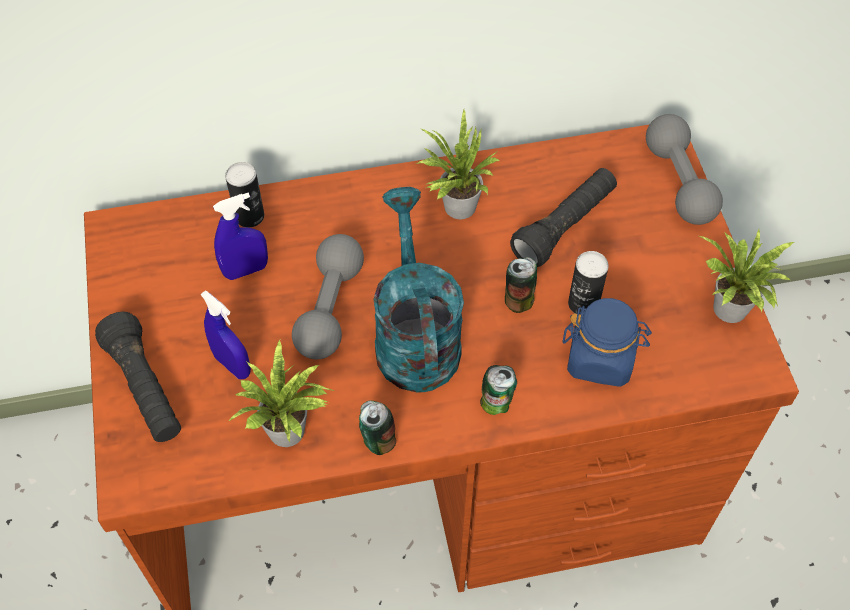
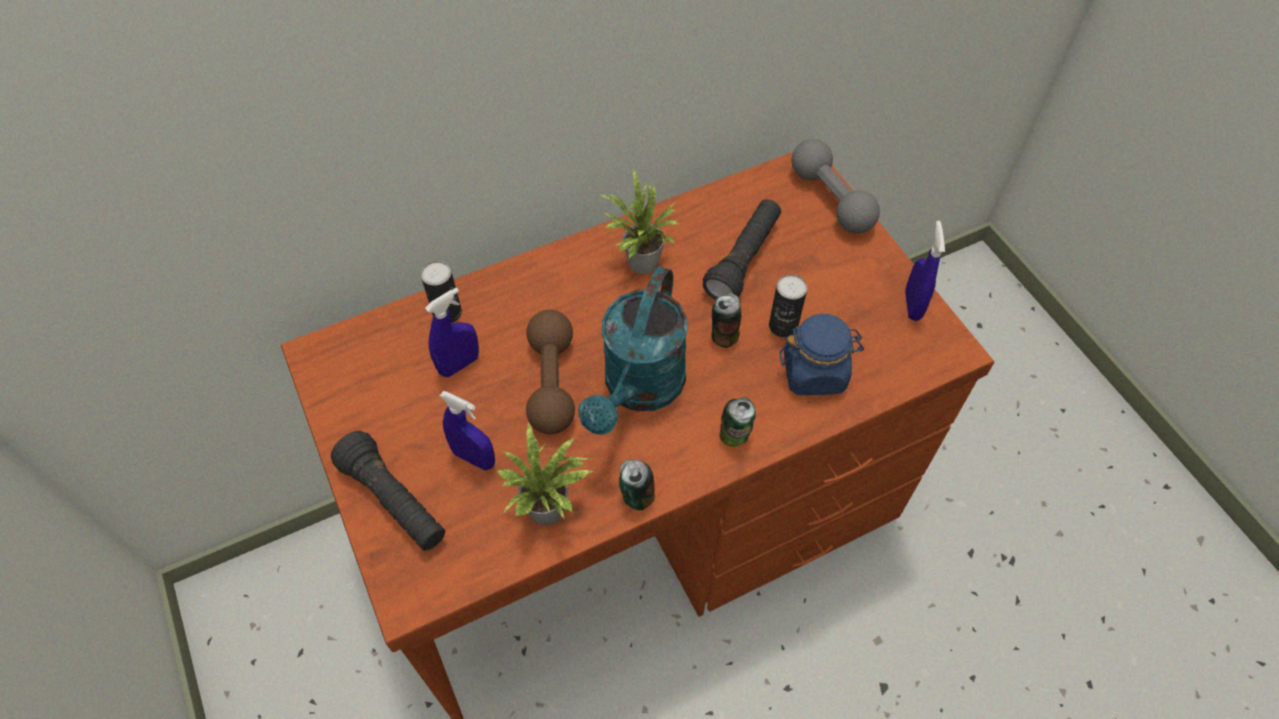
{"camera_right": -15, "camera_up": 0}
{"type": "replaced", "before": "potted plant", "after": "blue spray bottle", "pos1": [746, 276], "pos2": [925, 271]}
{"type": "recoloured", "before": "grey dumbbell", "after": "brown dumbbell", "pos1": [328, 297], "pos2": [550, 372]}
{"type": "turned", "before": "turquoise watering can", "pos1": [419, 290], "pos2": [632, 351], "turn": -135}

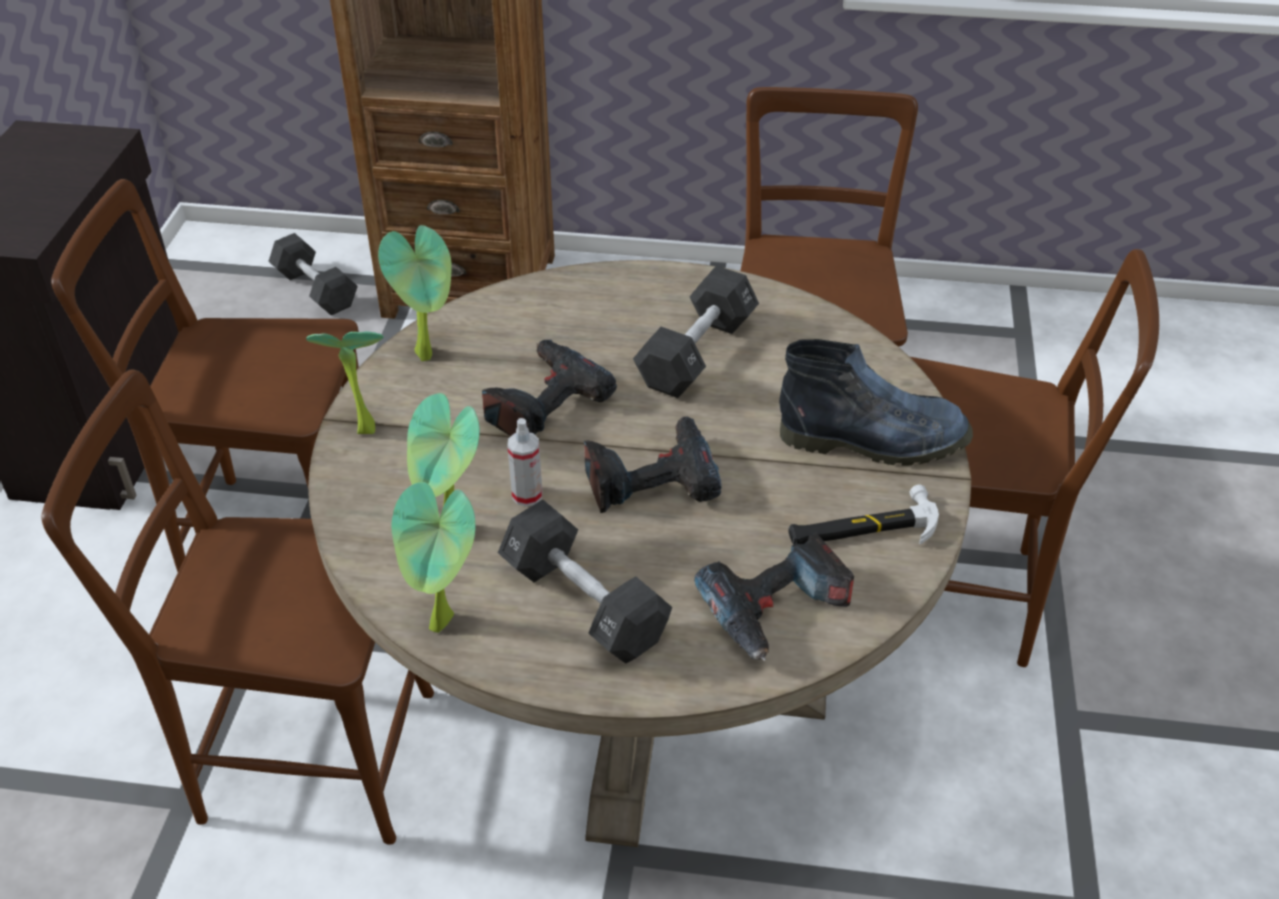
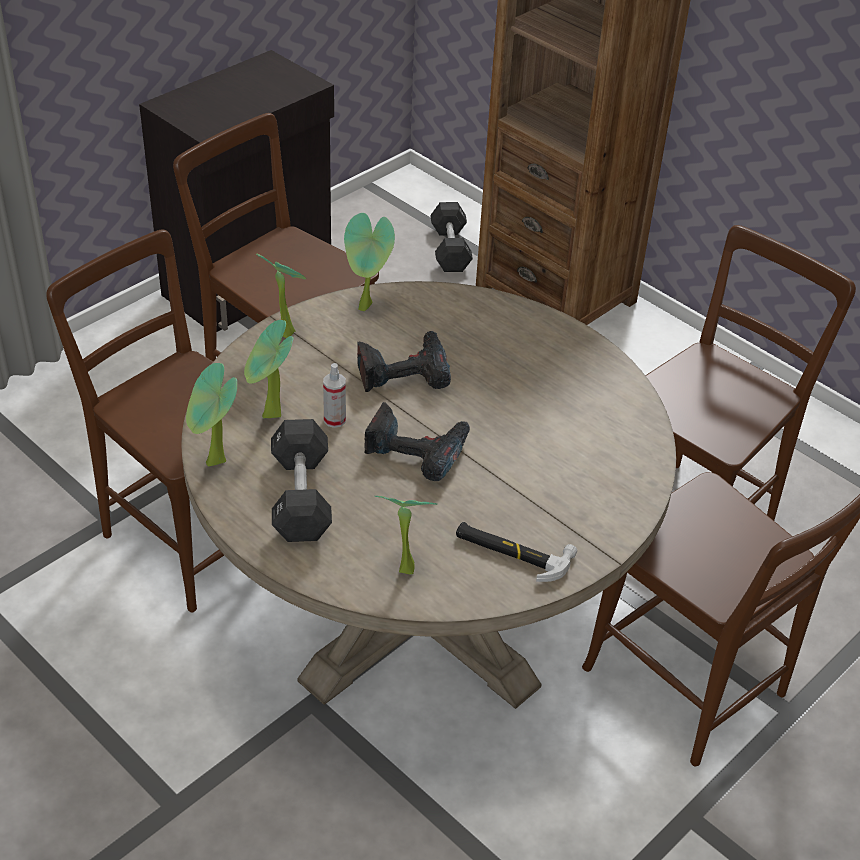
{"camera_right": 35, "camera_up": 0}
{"type": "removed", "before": "black dumbbell", "pos1": [696, 332]}
{"type": "removed", "before": "boot", "pos1": [876, 402]}
{"type": "replaced", "before": "power drill", "after": "potted plant", "pos1": [774, 596], "pos2": [406, 535]}

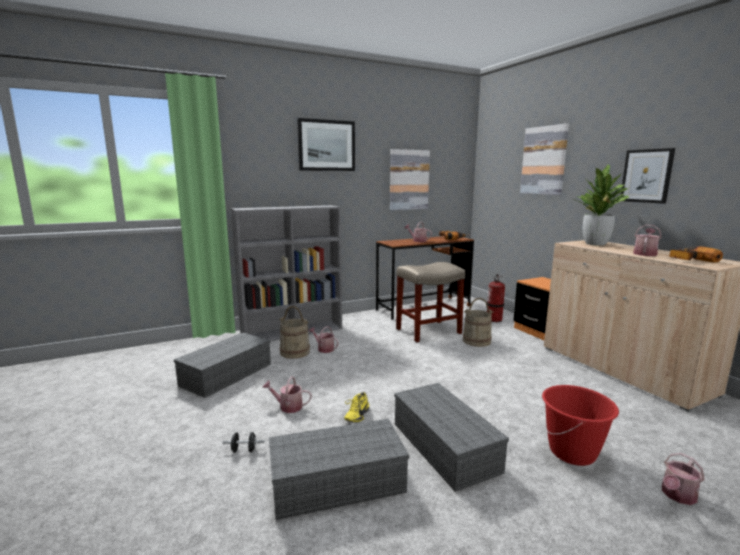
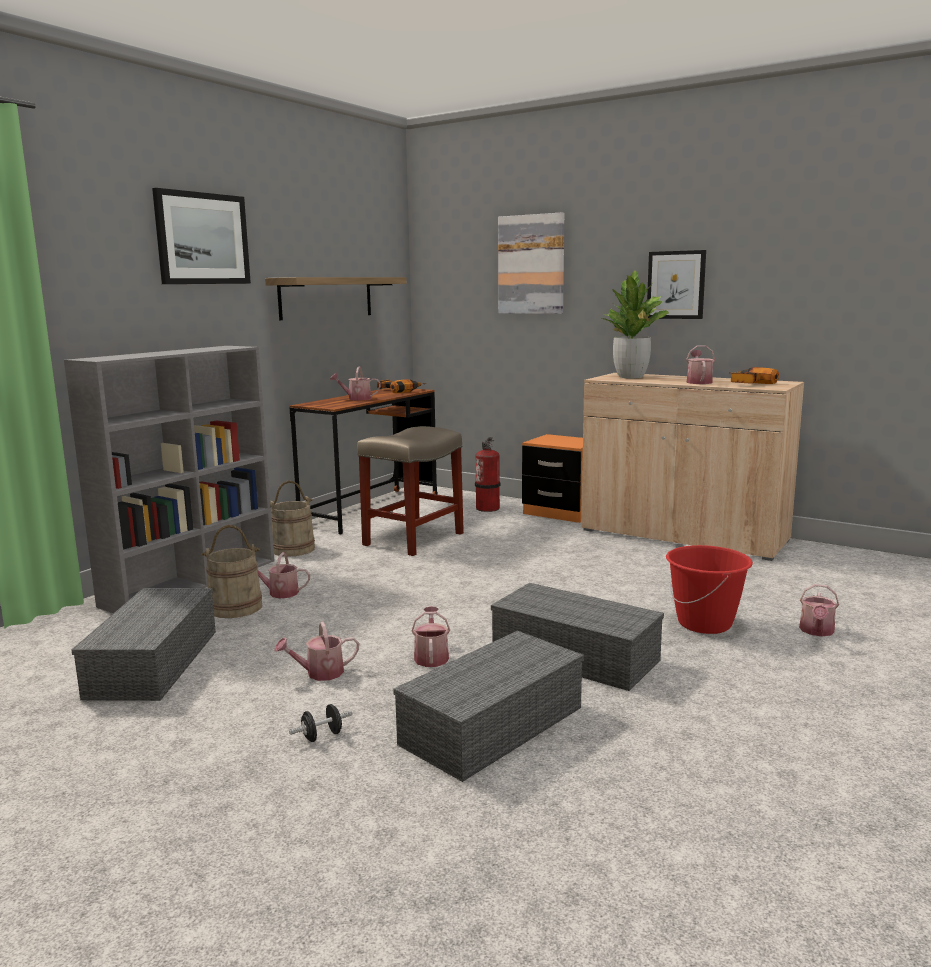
{"camera_right": -30, "camera_up": 0}
{"type": "moved", "before": "beige bucket", "pos1": [478, 322], "pos2": [292, 518]}
{"type": "replaced", "before": "yellow shoe", "after": "watering can", "pos1": [356, 407], "pos2": [430, 636]}
{"type": "replaced", "before": "picture", "after": "shelf", "pos1": [410, 179], "pos2": [336, 298]}

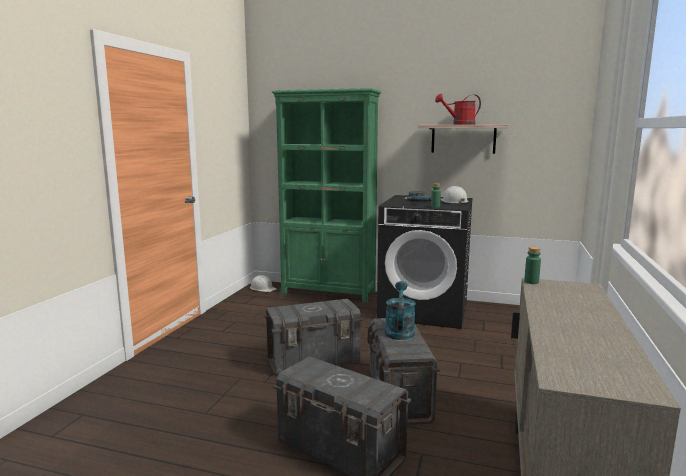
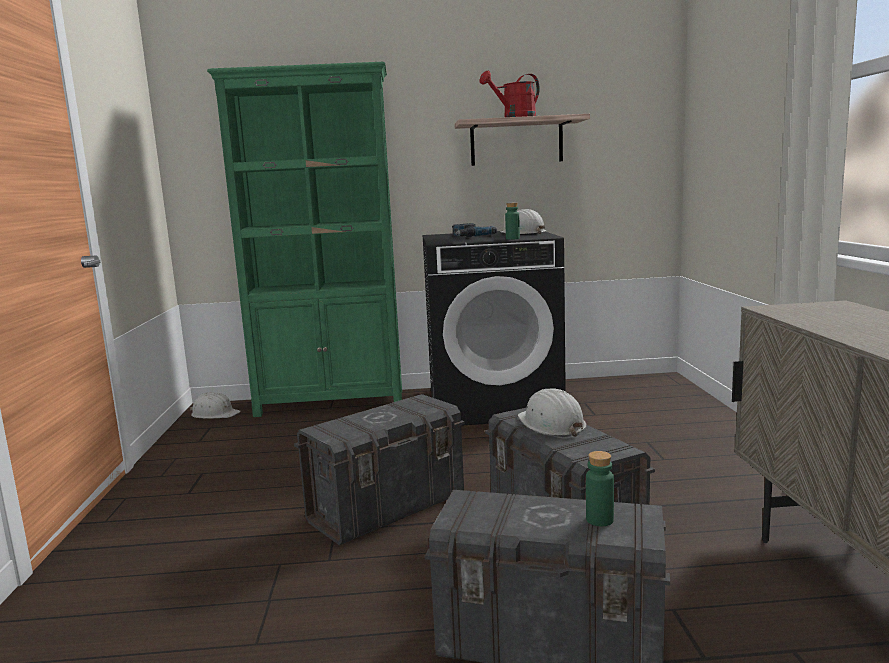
{"camera_right": -20, "camera_up": 0}
{"type": "moved", "before": "green bottle", "pos1": [532, 265], "pos2": [600, 488]}
{"type": "replaced", "before": "turquoise watering can", "after": "white hard hat", "pos1": [400, 310], "pos2": [552, 412]}

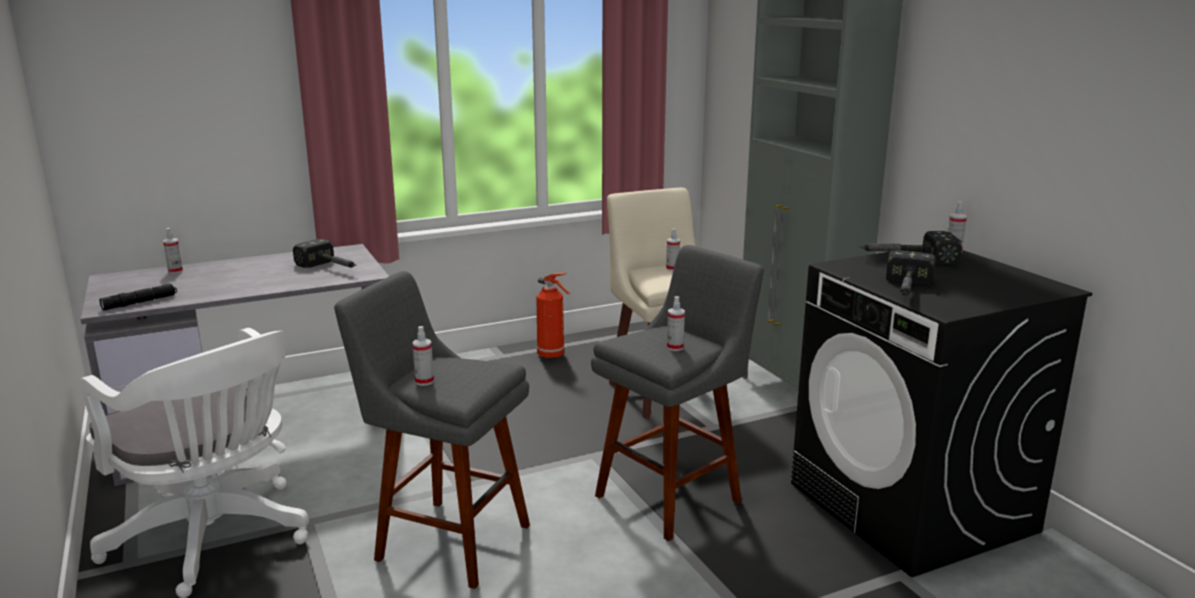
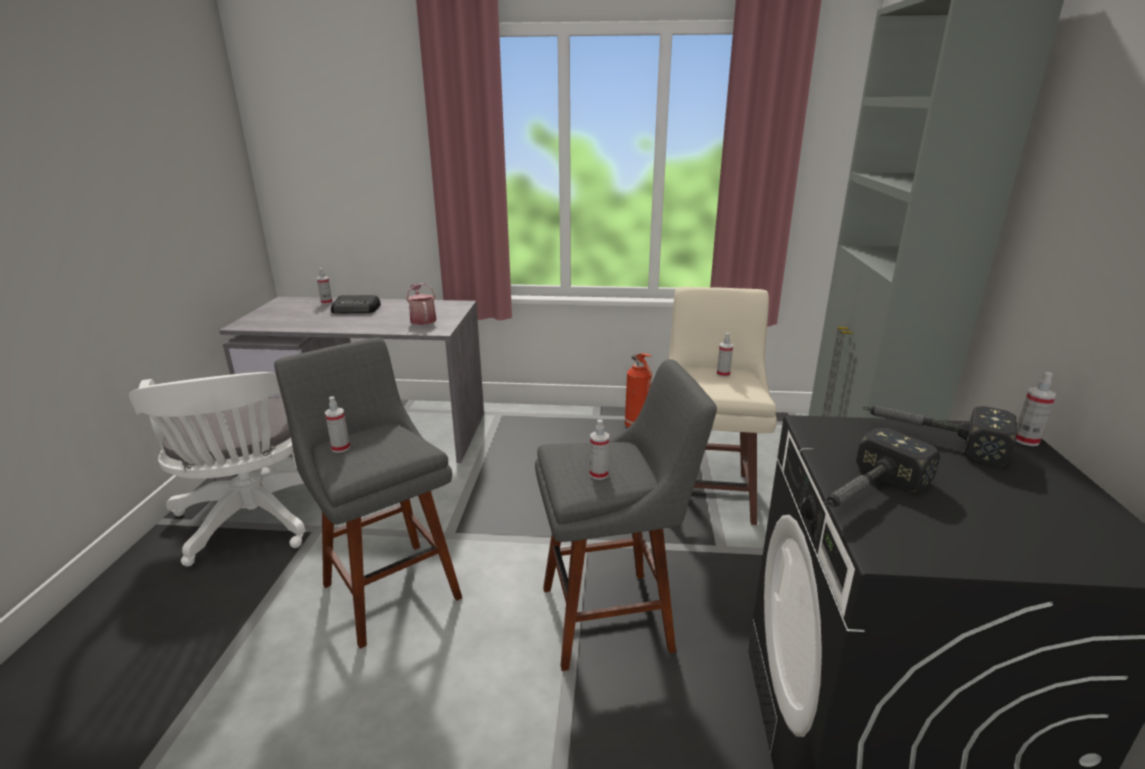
{"camera_right": 30, "camera_up": 5}
{"type": "removed", "before": "black flashlight", "pos1": [138, 297]}
{"type": "added", "after": "radio", "pos2": [356, 304]}
{"type": "replaced", "before": "hammer", "after": "watering can", "pos1": [325, 253], "pos2": [421, 304]}

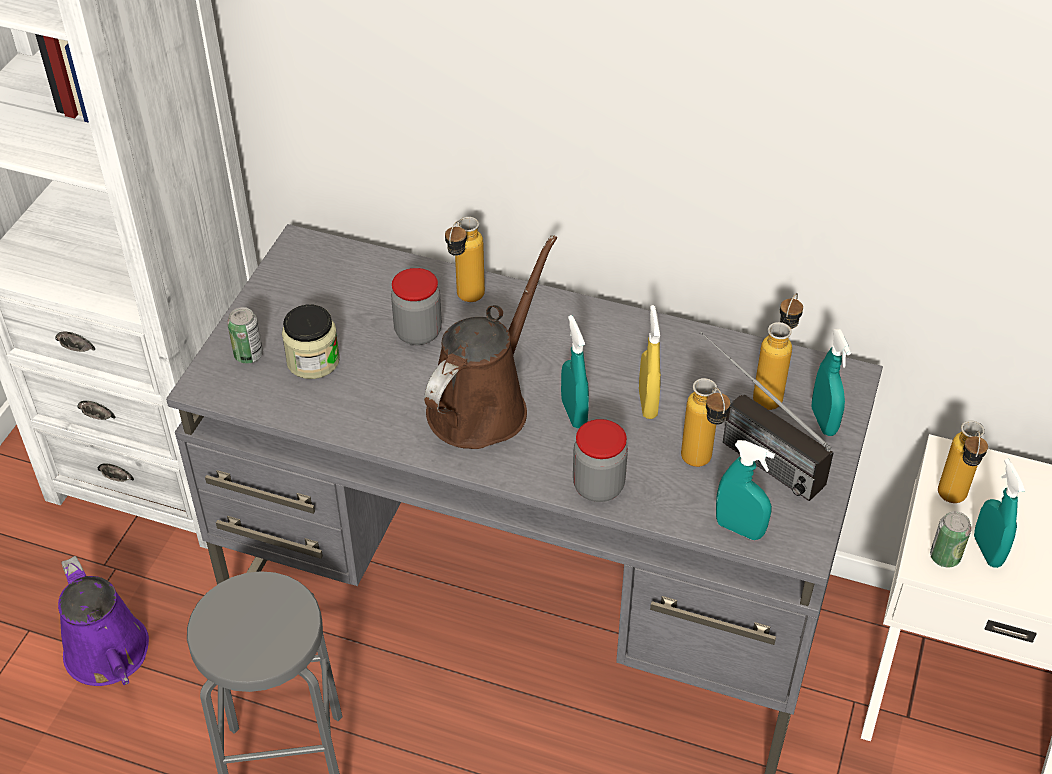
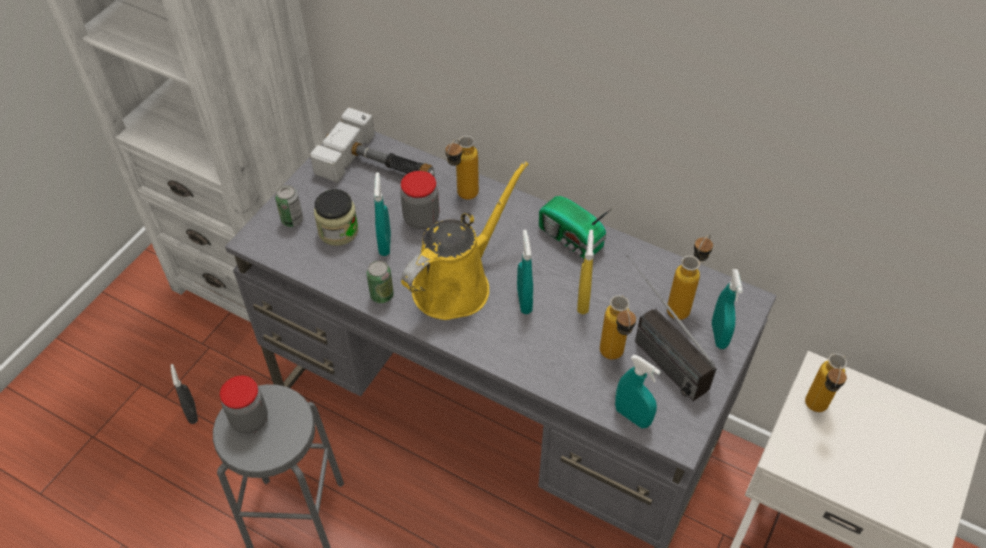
{"camera_right": 10, "camera_up": 5}
{"type": "added", "after": "hammer", "pos2": [372, 144]}
{"type": "added", "after": "radio", "pos2": [577, 227]}
{"type": "moved", "before": "jar", "pos1": [600, 460], "pos2": [244, 405]}
{"type": "moved", "before": "can", "pos1": [950, 539], "pos2": [380, 281]}
{"type": "moved", "before": "turquoise spray bottle", "pos1": [999, 513], "pos2": [382, 214]}
{"type": "replaced", "before": "purple watering can", "after": "grey spray bottle", "pos1": [103, 621], "pos2": [184, 394]}
{"type": "recoloured", "before": "brown watering can", "after": "yellow watering can", "pos1": [490, 342], "pos2": [464, 240]}

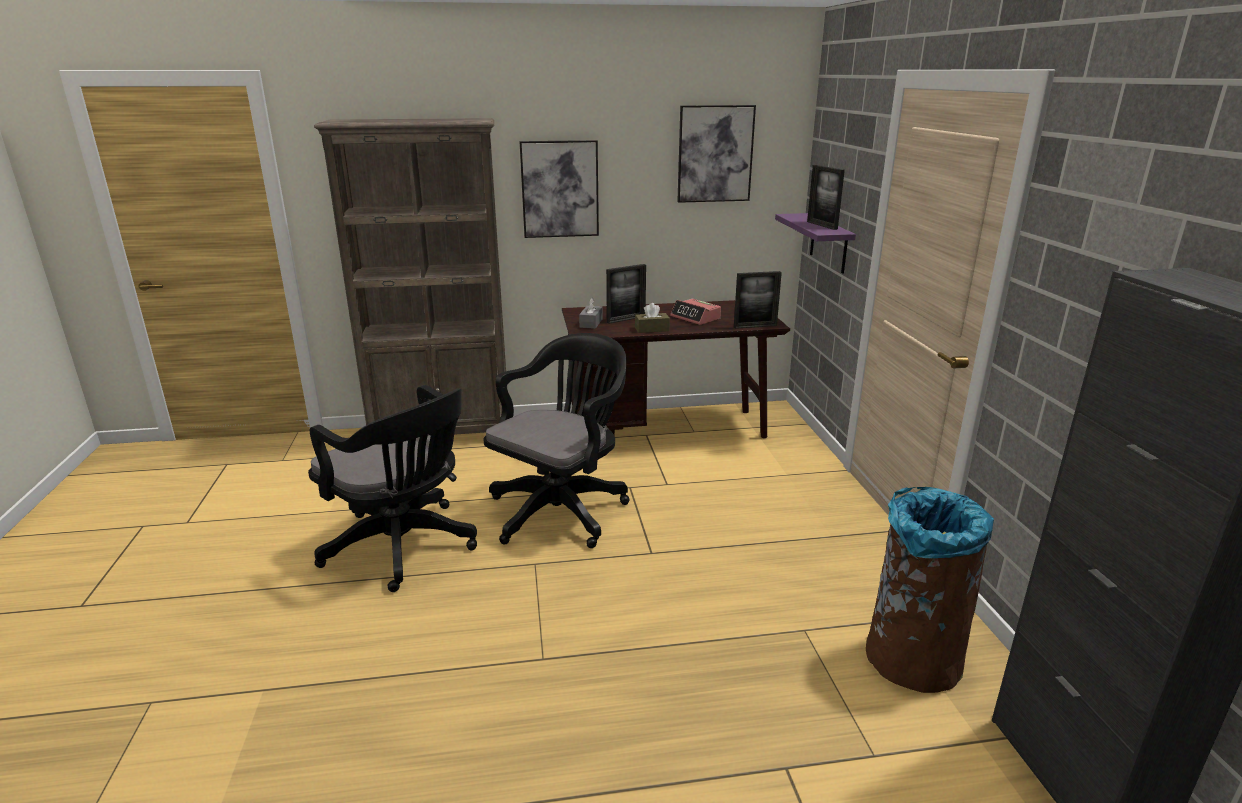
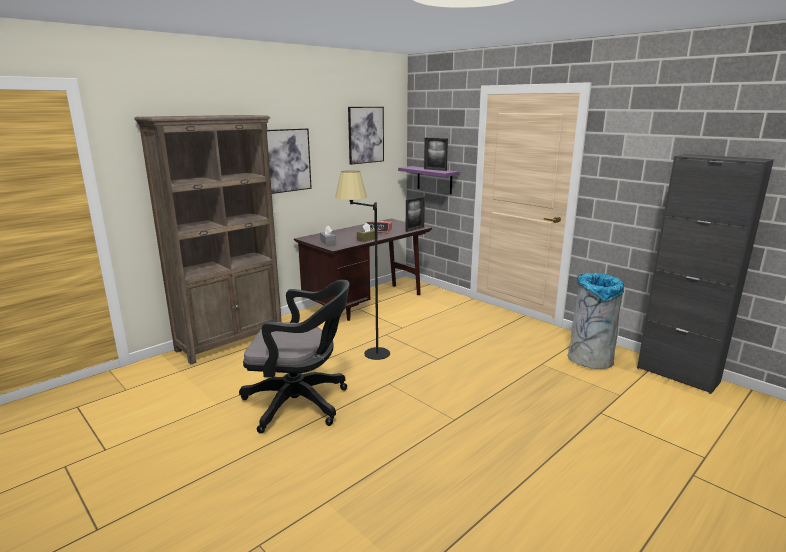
{"camera_right": -35, "camera_up": -5}
{"type": "removed", "before": "picture frame", "pos1": [626, 294]}
{"type": "replaced", "before": "black office chair", "after": "black floor lamp", "pos1": [557, 440], "pos2": [362, 265]}
{"type": "recoloured", "before": "brown trash can", "after": "grey trash can", "pos1": [930, 590], "pos2": [595, 321]}

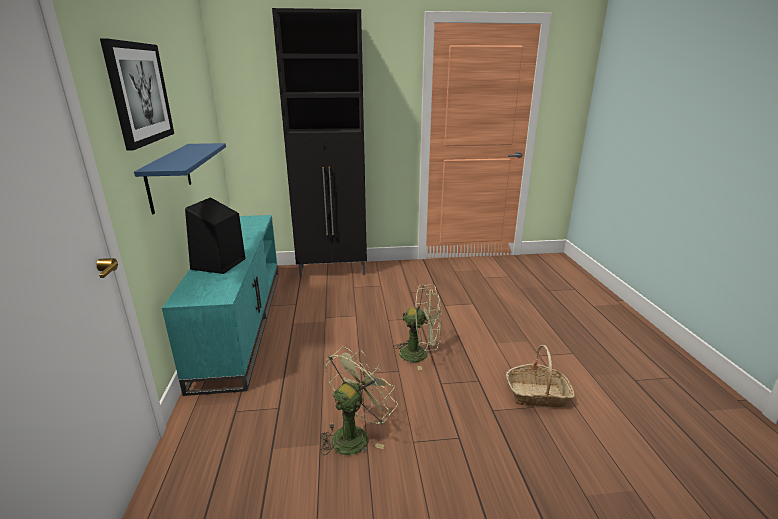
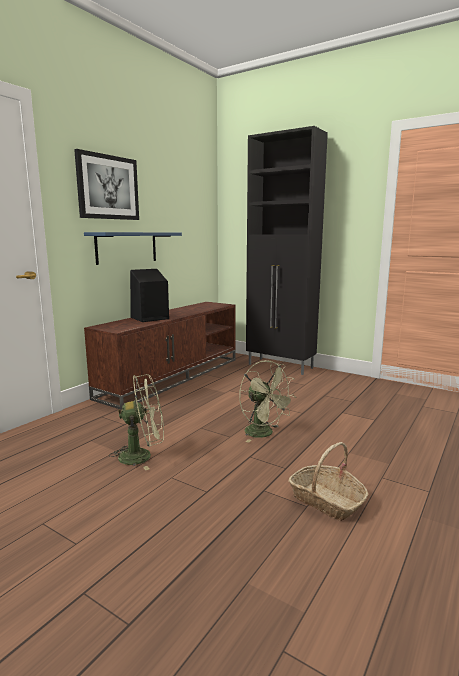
{"camera_right": 40, "camera_up": -10}
{"type": "recoloured", "before": "turquoise tv stand", "after": "brown tv stand", "pos1": [220, 305], "pos2": [160, 356]}

